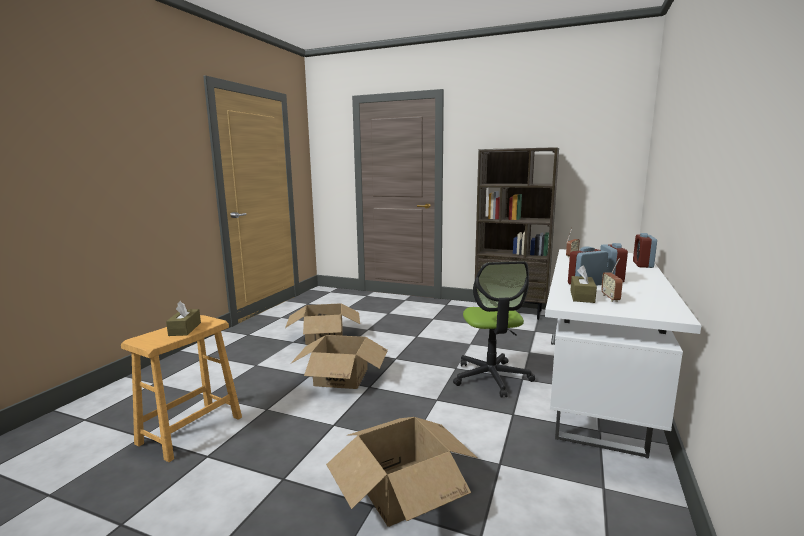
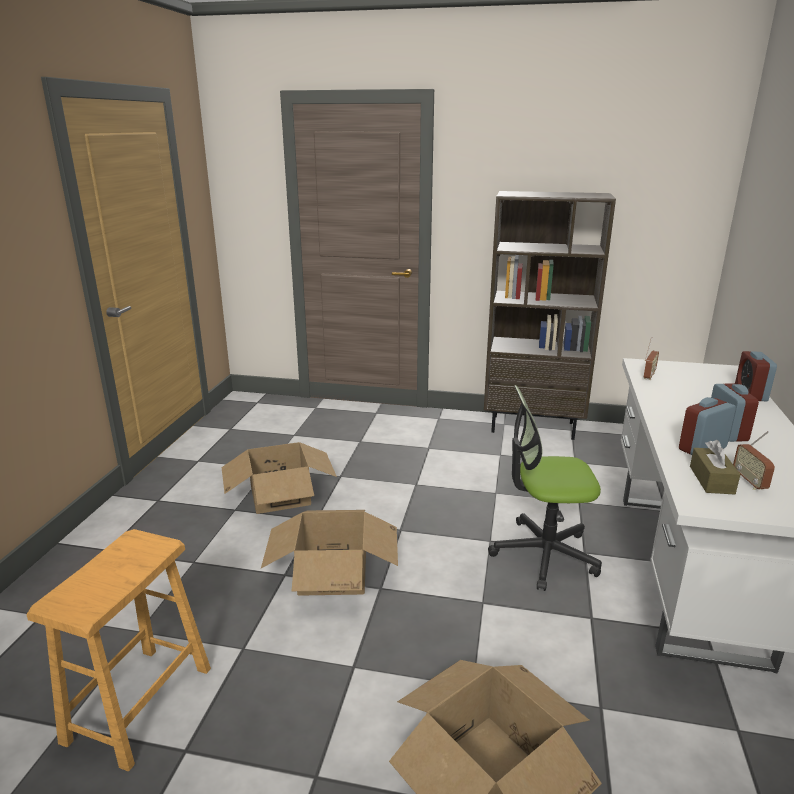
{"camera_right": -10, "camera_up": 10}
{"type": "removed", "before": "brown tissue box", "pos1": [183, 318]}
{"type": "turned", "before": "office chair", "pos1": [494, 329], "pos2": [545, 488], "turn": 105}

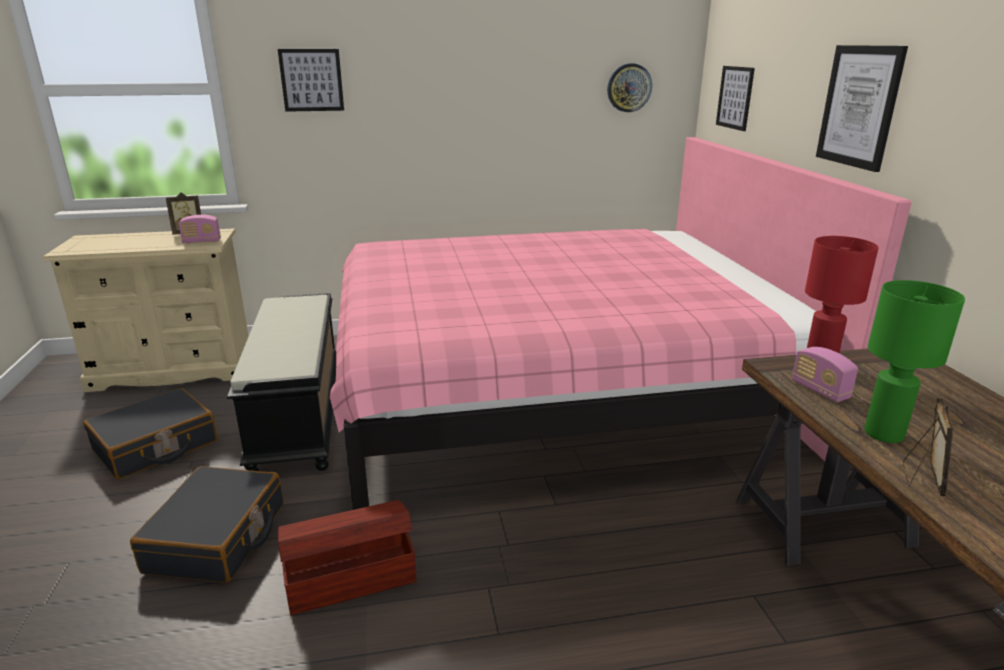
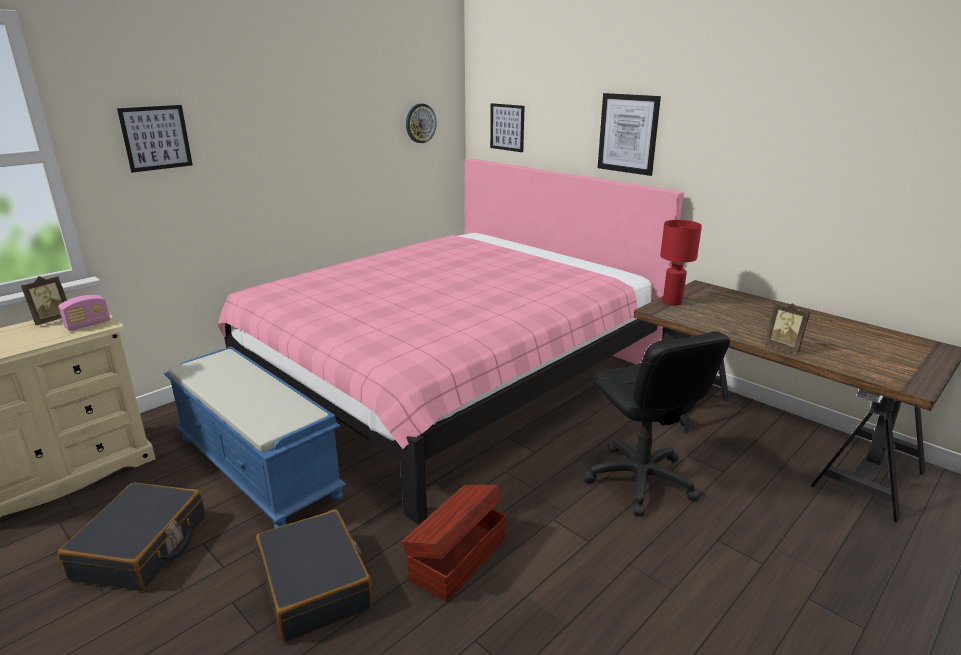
{"camera_right": -35, "camera_up": 0}
{"type": "removed", "before": "radio", "pos1": [825, 374]}
{"type": "removed", "before": "green table lamp", "pos1": [914, 361]}
{"type": "added", "after": "black office chair", "pos2": [656, 423]}
{"type": "recoloured", "before": "black bench", "after": "blue bench", "pos1": [281, 382], "pos2": [255, 437]}
{"type": "turned", "before": "picture frame", "pos1": [928, 447], "pos2": [787, 328], "turn": 150}

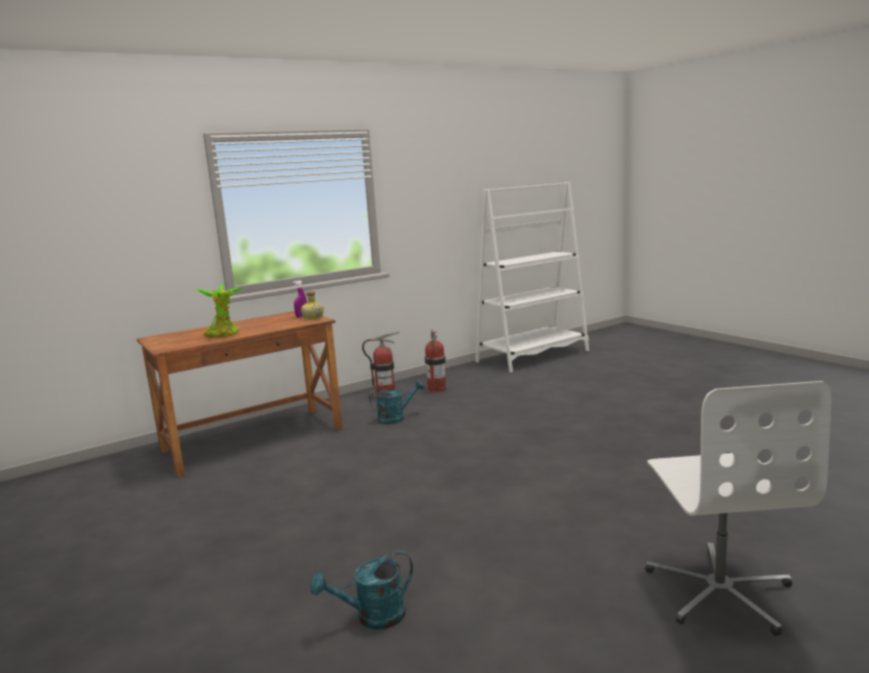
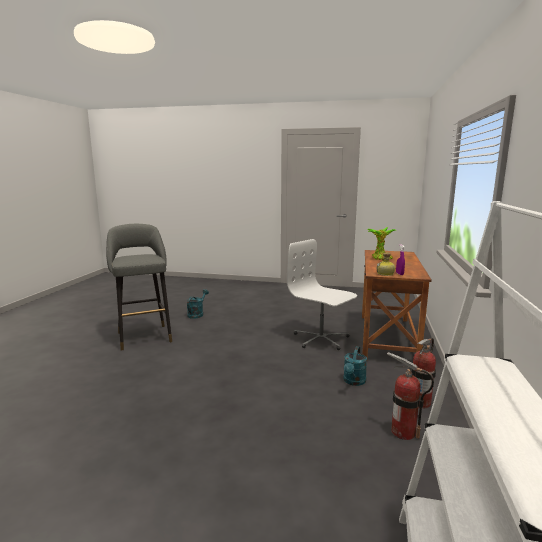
{"camera_right": 135, "camera_up": 0}
{"type": "added", "after": "grey stool", "pos2": [139, 287]}
{"type": "moved", "before": "white office chair", "pos1": [738, 508], "pos2": [322, 294]}

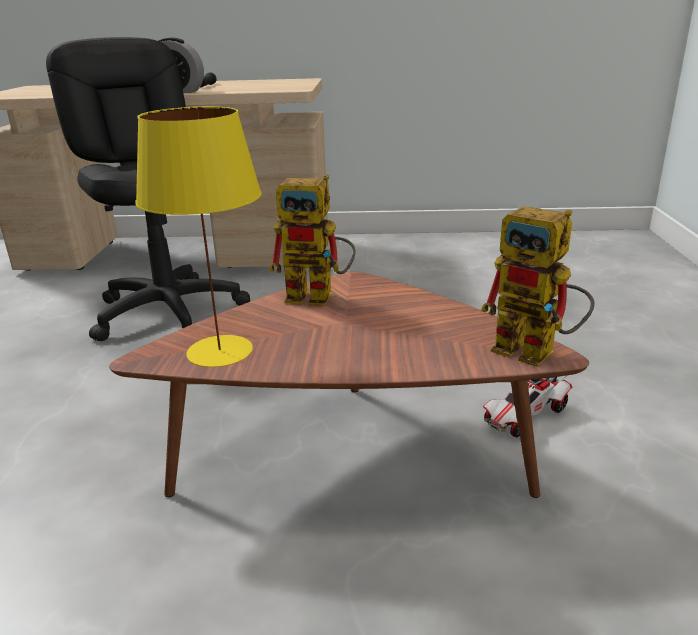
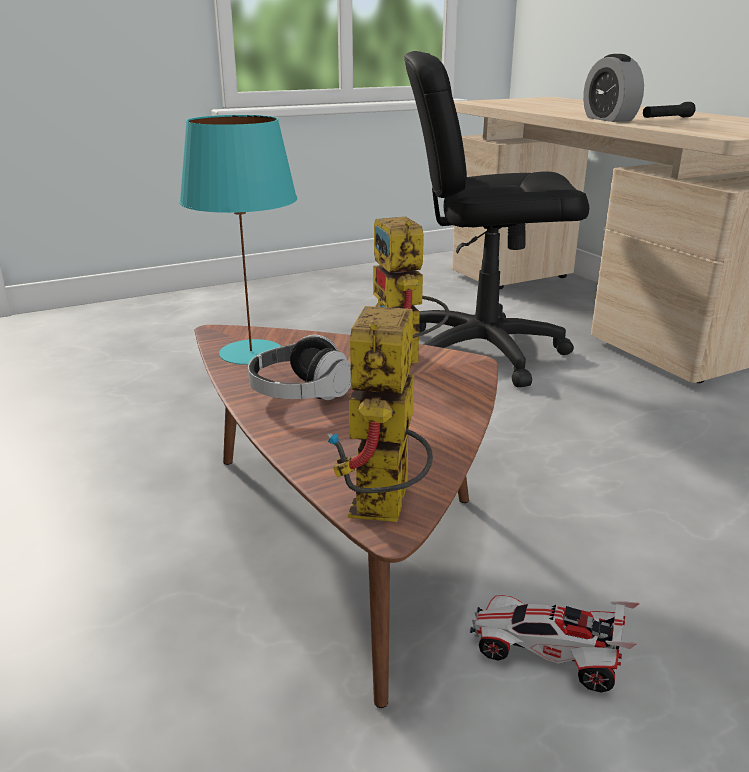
{"camera_right": 60, "camera_up": 0}
{"type": "added", "after": "headphones", "pos2": [299, 367]}
{"type": "recoloured", "before": "yellow table lamp", "after": "turquoise table lamp", "pos1": [198, 237], "pos2": [238, 240]}
{"type": "turned", "before": "black office chair", "pos1": [148, 189], "pos2": [496, 219], "turn": -120}

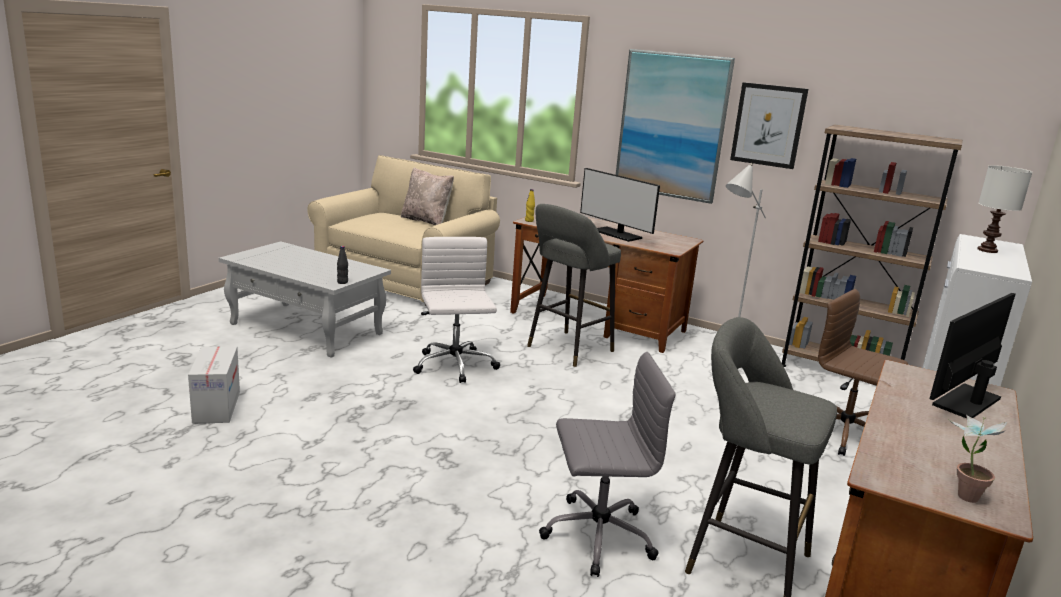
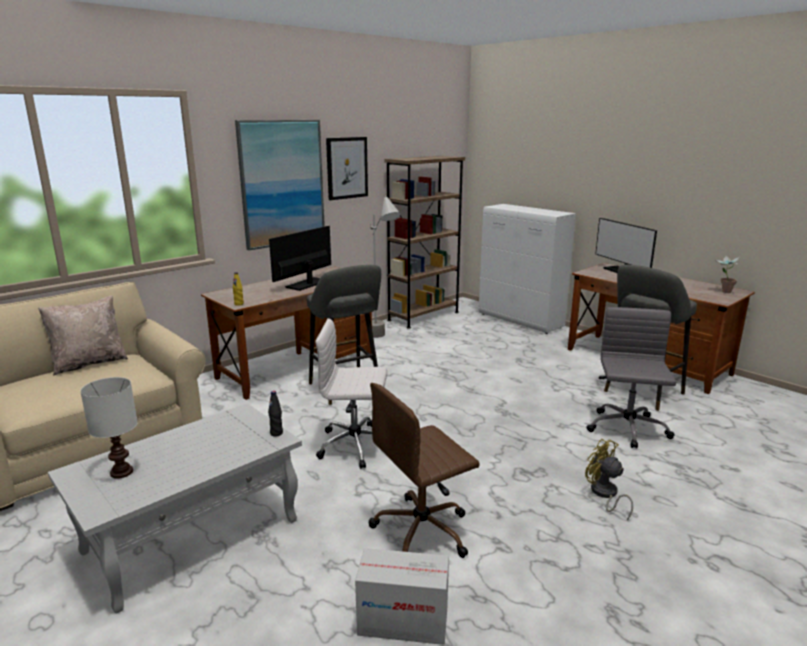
{"camera_right": -70, "camera_up": 0}
{"type": "added", "after": "yellow fan", "pos2": [609, 479]}
{"type": "moved", "before": "brown office chair", "pos1": [863, 372], "pos2": [423, 470]}
{"type": "moved", "before": "white table lamp", "pos1": [1005, 209], "pos2": [109, 428]}
{"type": "turned", "before": "monitor", "pos1": [620, 205], "pos2": [300, 258], "turn": 150}

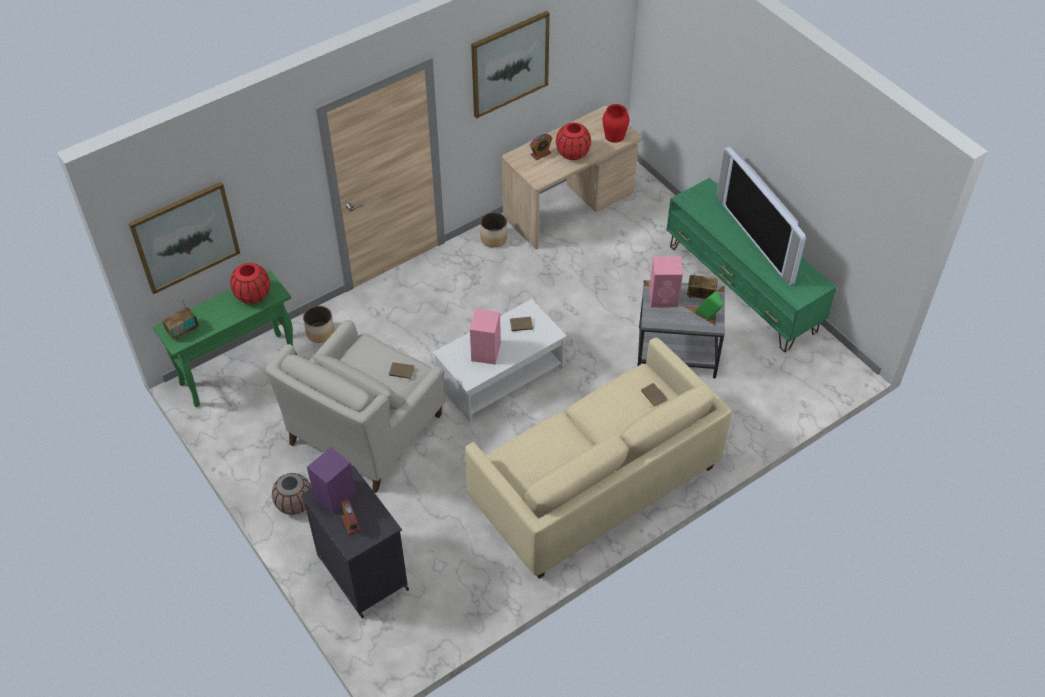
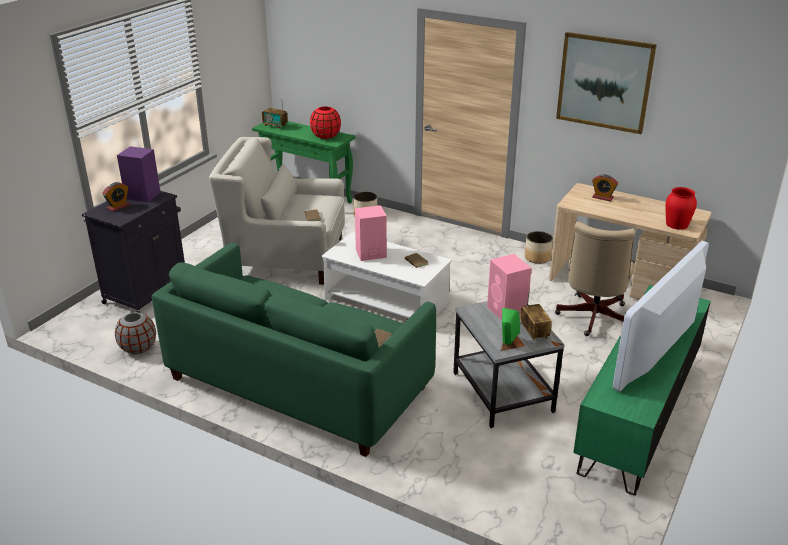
{"camera_right": 65, "camera_up": -20}
{"type": "removed", "before": "picture", "pos1": [184, 238]}
{"type": "removed", "before": "red vase", "pos1": [573, 141]}
{"type": "added", "after": "beige office chair", "pos2": [595, 278]}
{"type": "moved", "before": "grey vase", "pos1": [292, 494], "pos2": [135, 333]}
{"type": "recoloured", "before": "beige sofa", "after": "green sofa", "pos1": [598, 458], "pos2": [294, 350]}

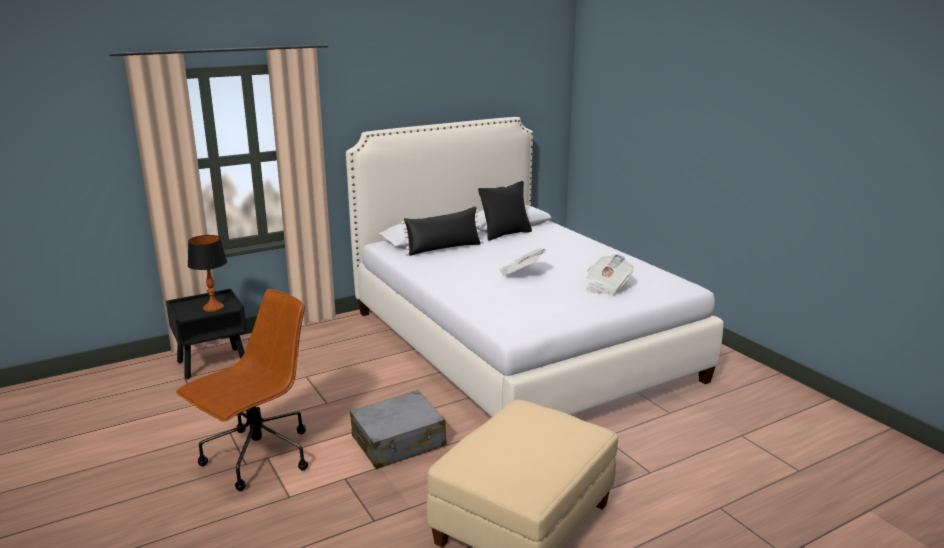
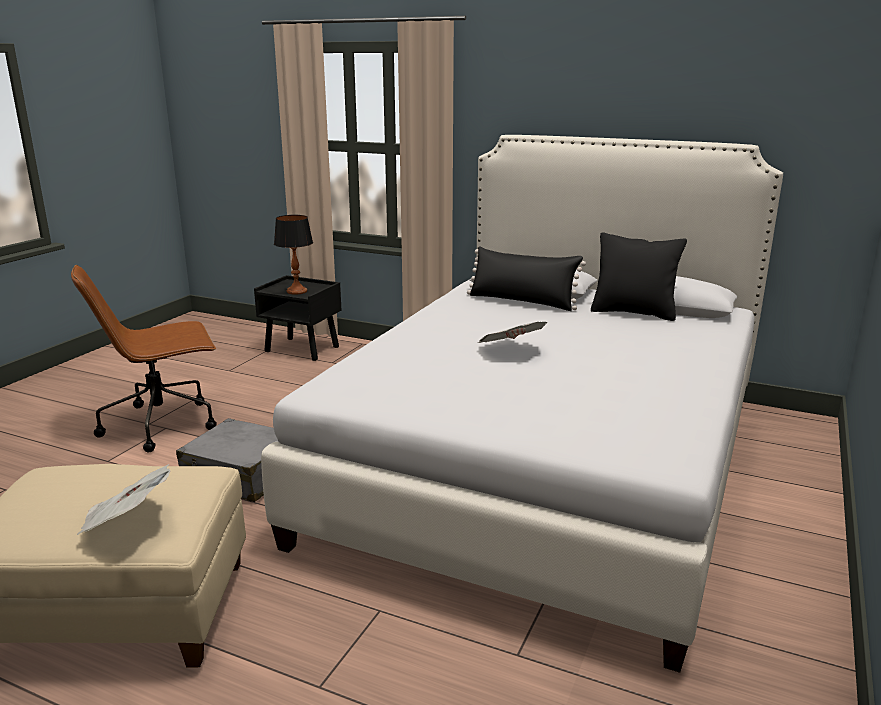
{"camera_right": 55, "camera_up": 0}
{"type": "moved", "before": "newspaper", "pos1": [610, 274], "pos2": [123, 499]}
{"type": "turned", "before": "brown office chair", "pos1": [242, 390], "pos2": [144, 358], "turn": 150}

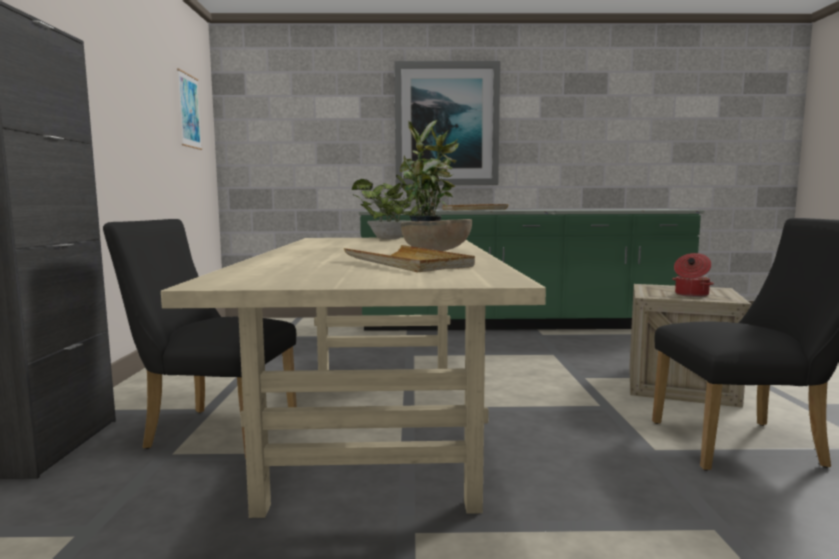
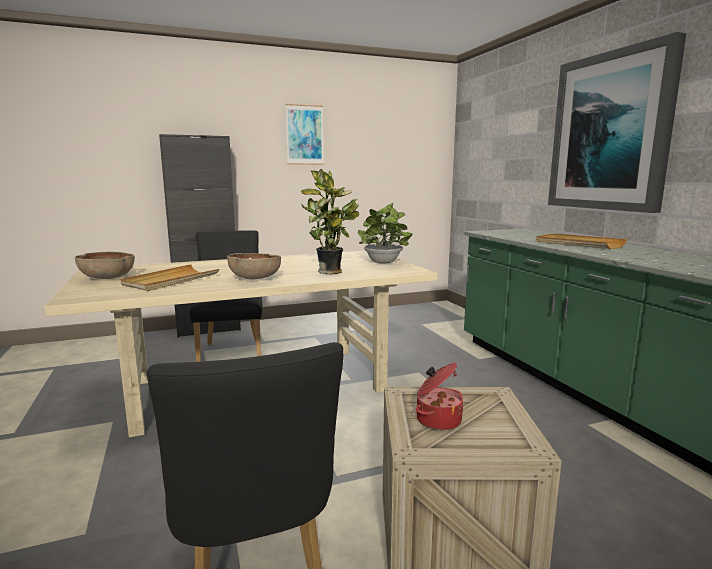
{"camera_right": 70, "camera_up": 5}
{"type": "added", "after": "brown bowl", "pos2": [105, 265]}
{"type": "moved", "before": "picture", "pos1": [189, 109], "pos2": [305, 134]}

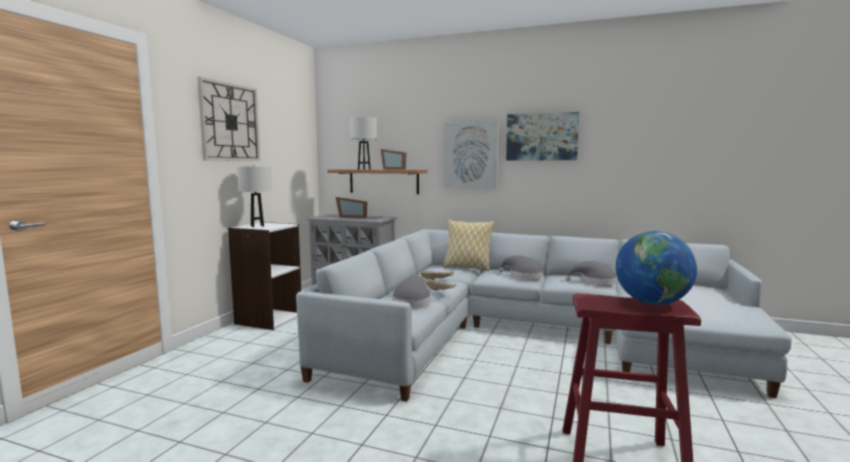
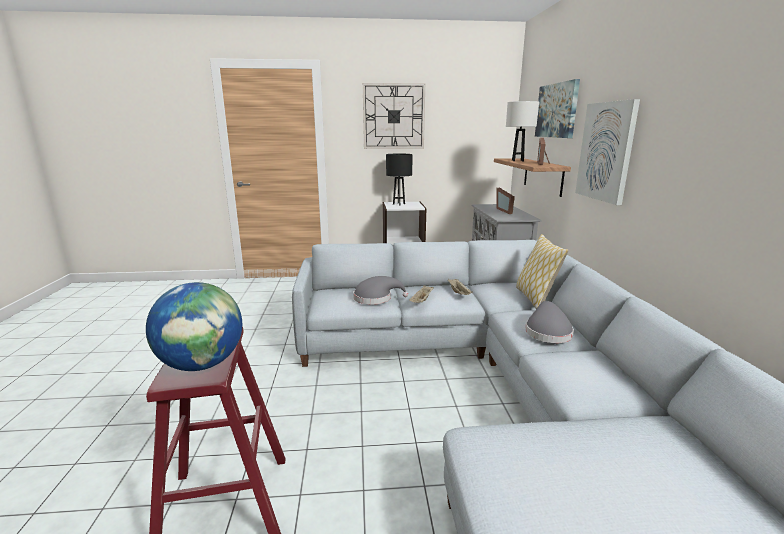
{"camera_right": 65, "camera_up": 10}
{"type": "removed", "before": "grey hat", "pos1": [591, 272]}
{"type": "moved", "before": "picture", "pos1": [542, 136], "pos2": [557, 108]}
{"type": "recoloured", "before": "white table lamp", "after": "black table lamp", "pos1": [254, 196], "pos2": [399, 179]}

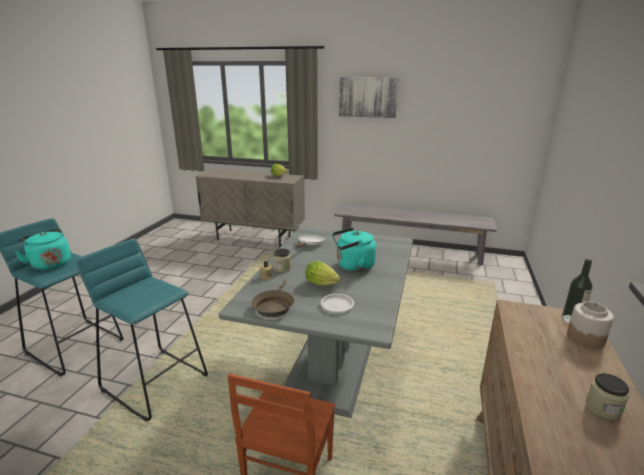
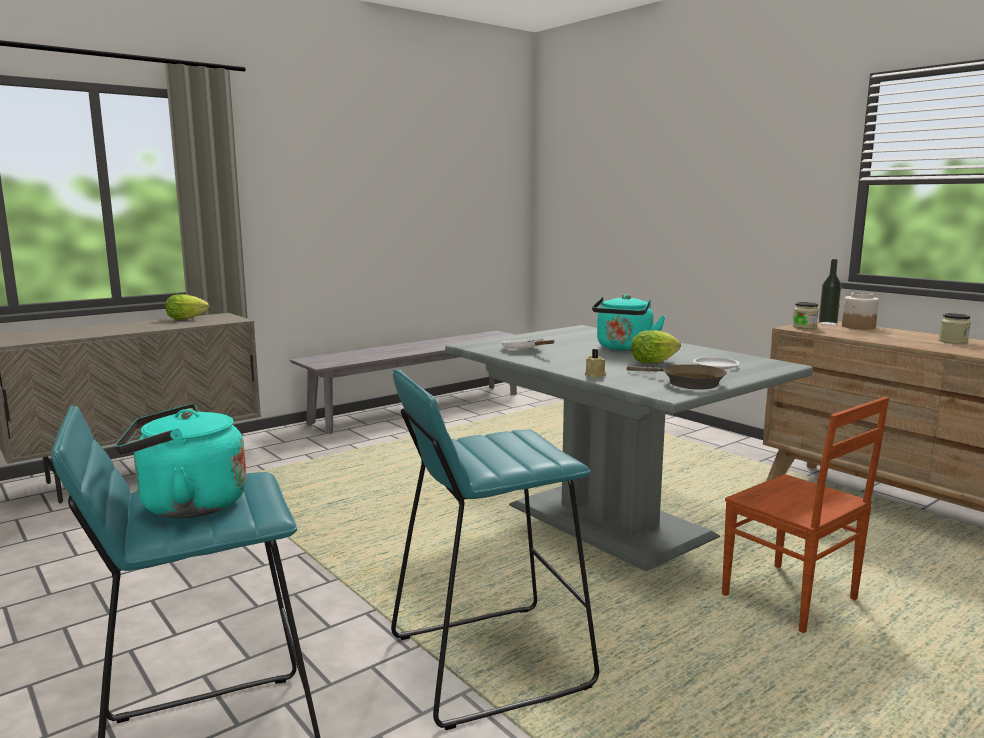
{"camera_right": -55, "camera_up": -10}
{"type": "removed", "before": "picture", "pos1": [369, 97]}
{"type": "moved", "before": "jar", "pos1": [282, 260], "pos2": [806, 315]}

